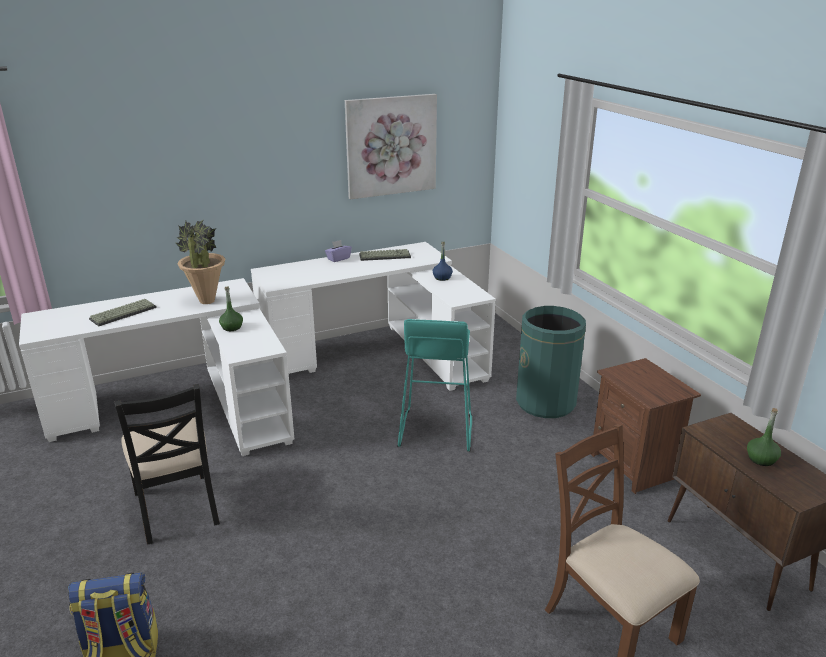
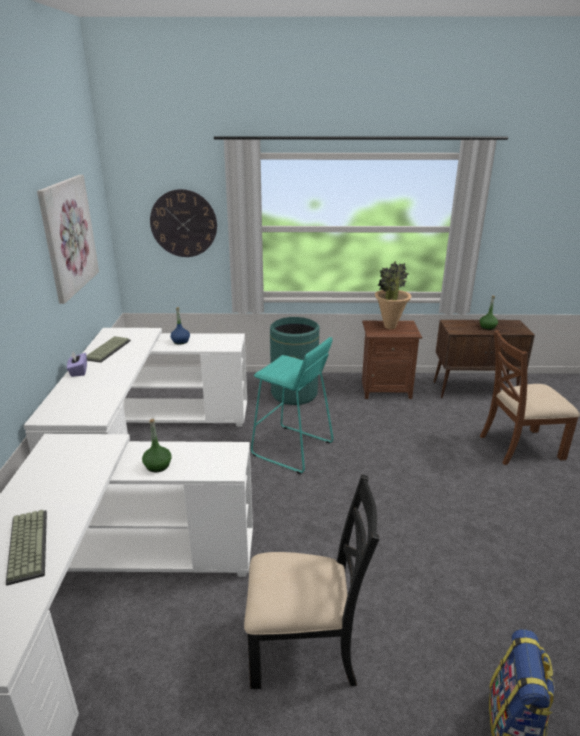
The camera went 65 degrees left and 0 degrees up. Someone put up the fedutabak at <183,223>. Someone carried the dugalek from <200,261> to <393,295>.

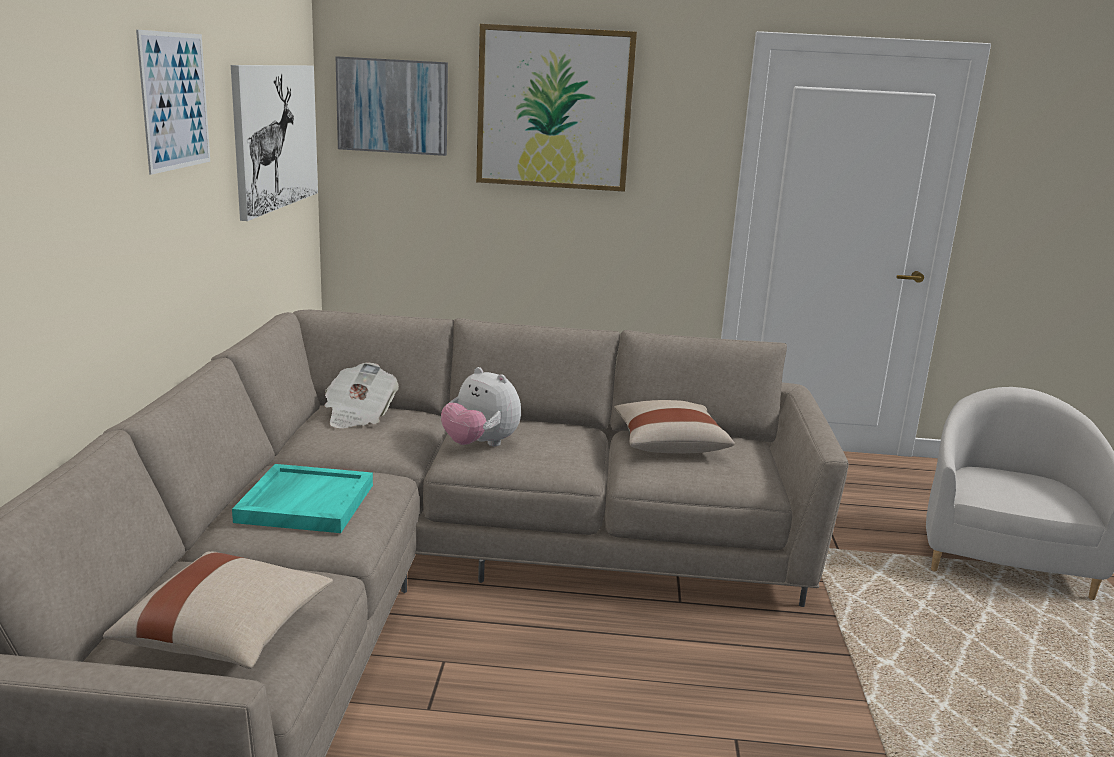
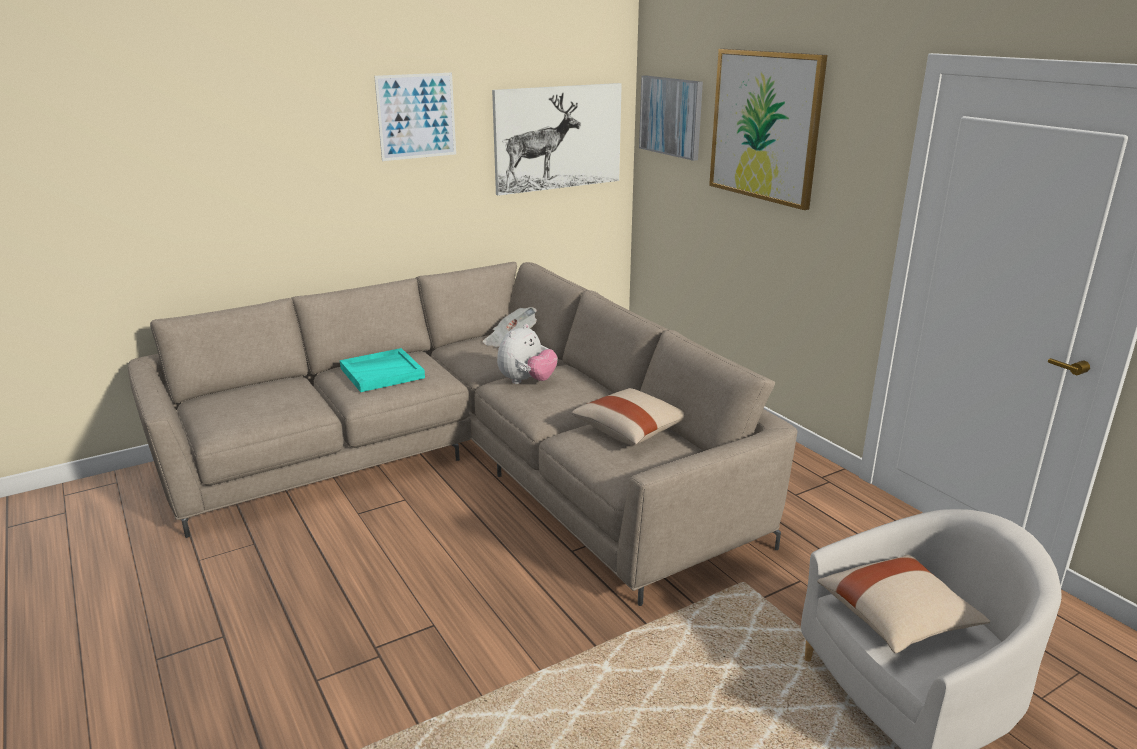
The camera went 55 degrees right and 5 degrees up. Someone carried the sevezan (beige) from <218,610> to <903,604>. Someone rotated the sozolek at <481,406> by 150 degrees counterclockwise.

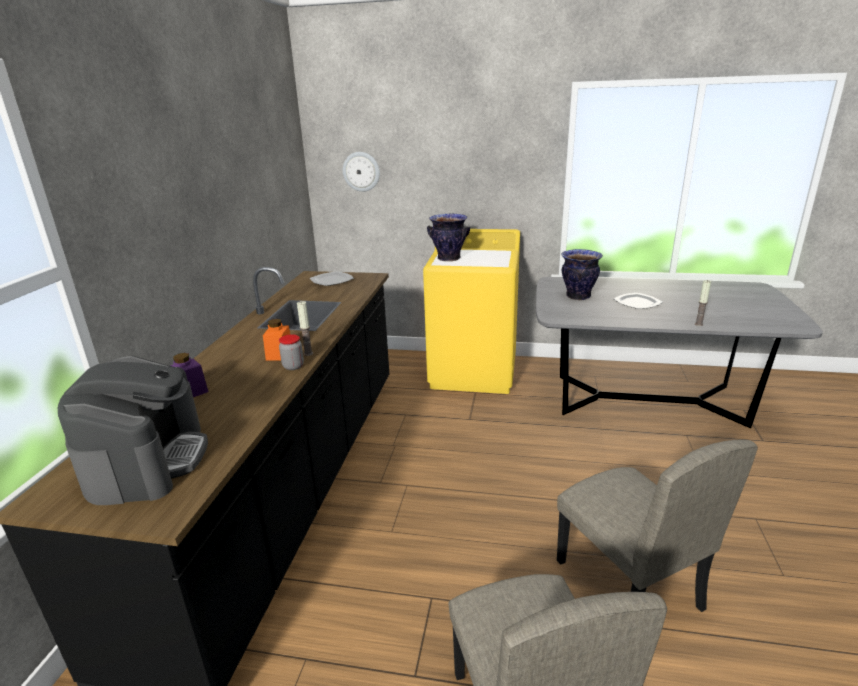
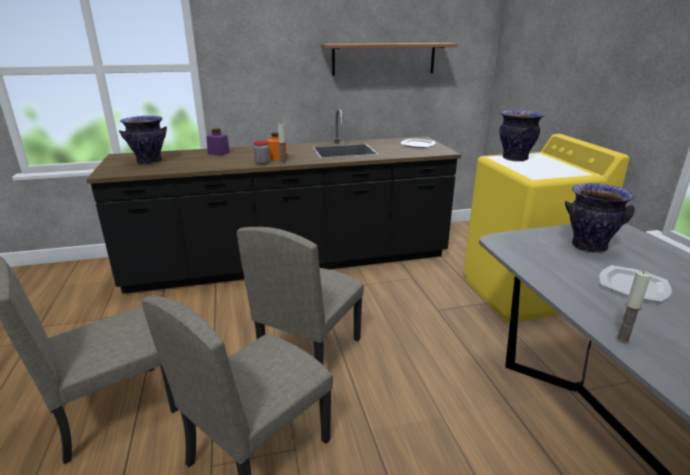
The camera went 65 degrees right and 0 degrees up. Someone took away the fedutabak at <361,172>. Someone put down the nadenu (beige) at <300,296>. Someone put up the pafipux at <389,59>. Someone swapped the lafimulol at <133,430> for the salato at <143,140>.

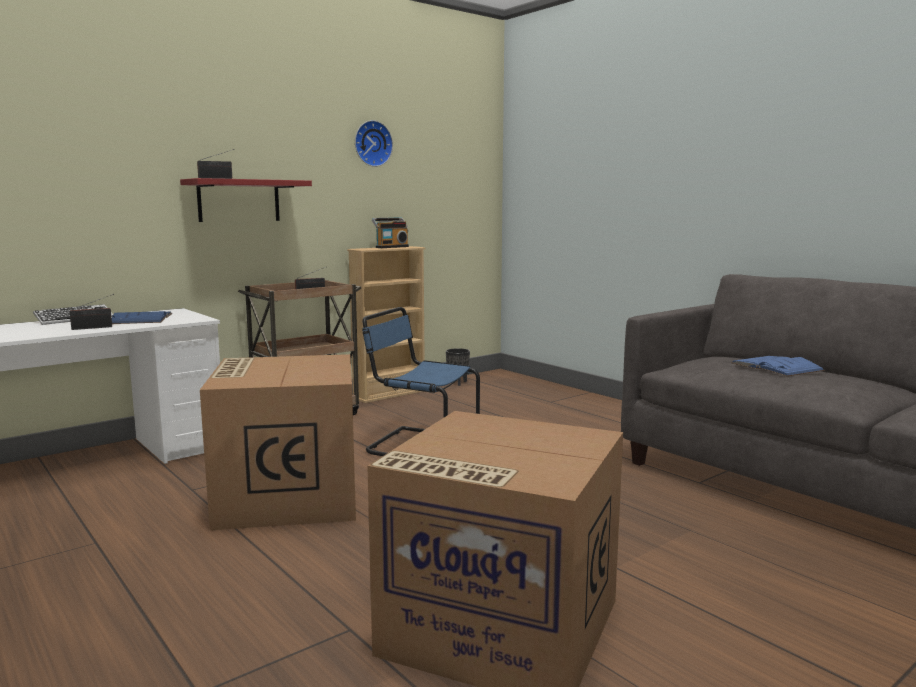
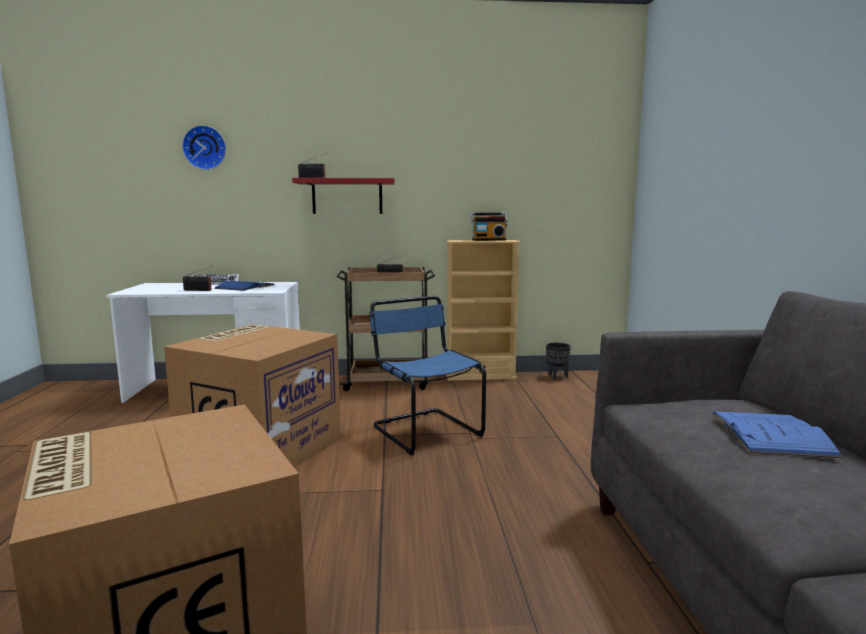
The camera went 35 degrees right and 0 degrees up. Someone carried the fedutabak from <374,143> to <204,147>.

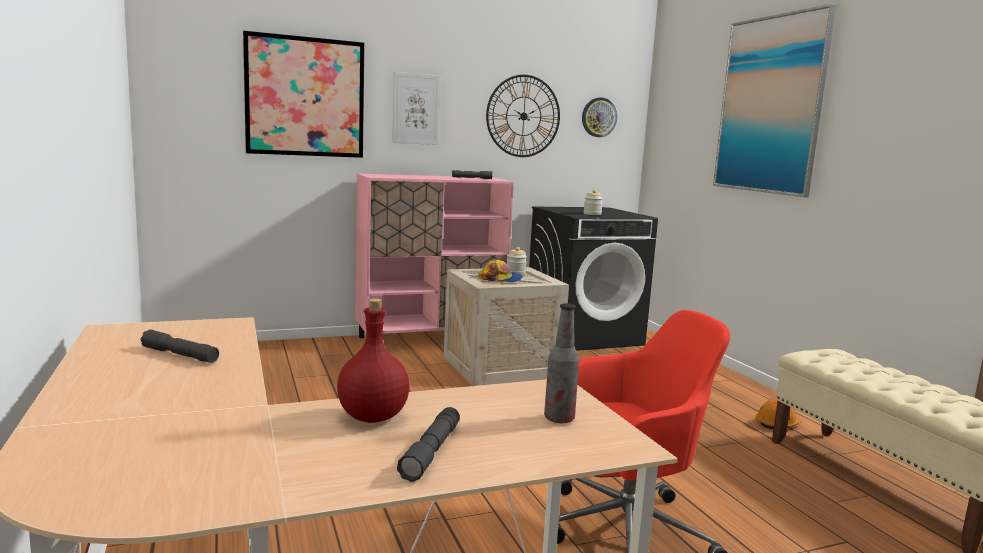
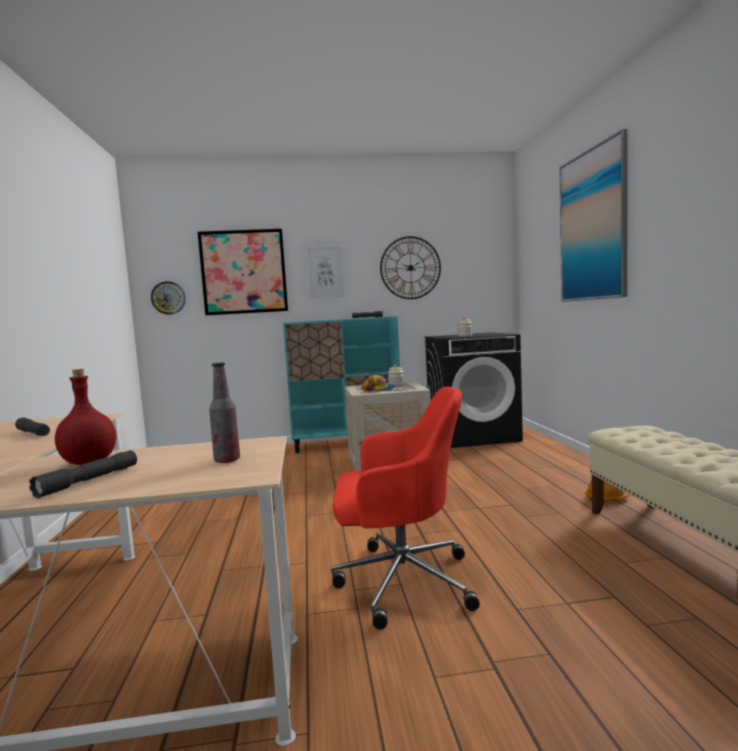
The camera went 15 degrees right and 5 degrees down. Someone carried the fedutabak from <599,117> to <168,298>. Someone repainted the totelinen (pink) at <434,256>, which became the totelinen (turquoise) at <341,384>.

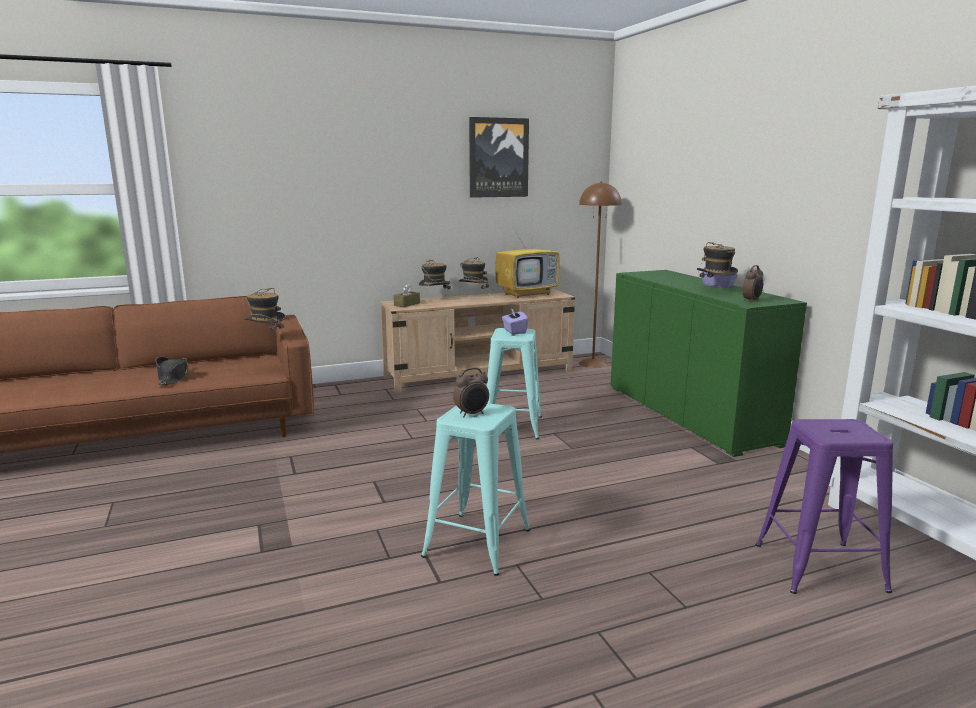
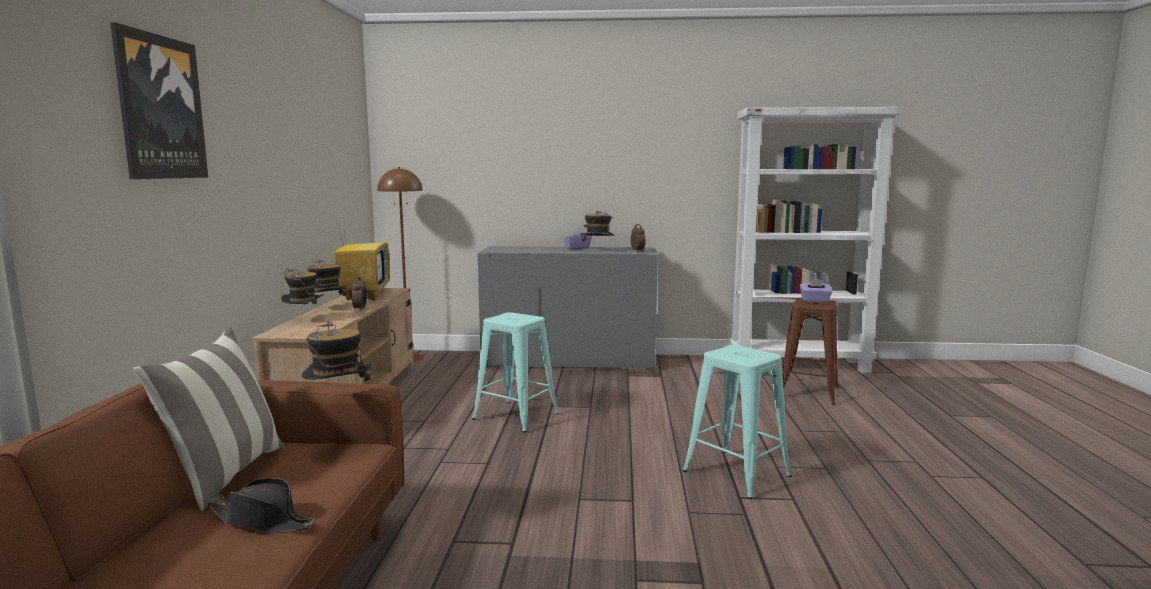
The camera went 65 degrees left and 5 degrees down. Someone took away the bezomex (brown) at <407,295>. Someone put down the sevezan at <208,419>. Someone carried the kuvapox from <471,392> to <359,294>. Someone carried the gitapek from <499,157> to <159,100>. Someone carried the bezomex (purple) from <515,321> to <816,291>. Someone repainted the totelinen (green) at <708,363>, which became the totelinen (grey) at <568,308>. Someone repainted the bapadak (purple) at <824,506>, which became the bapadak (brown) at <810,351>.

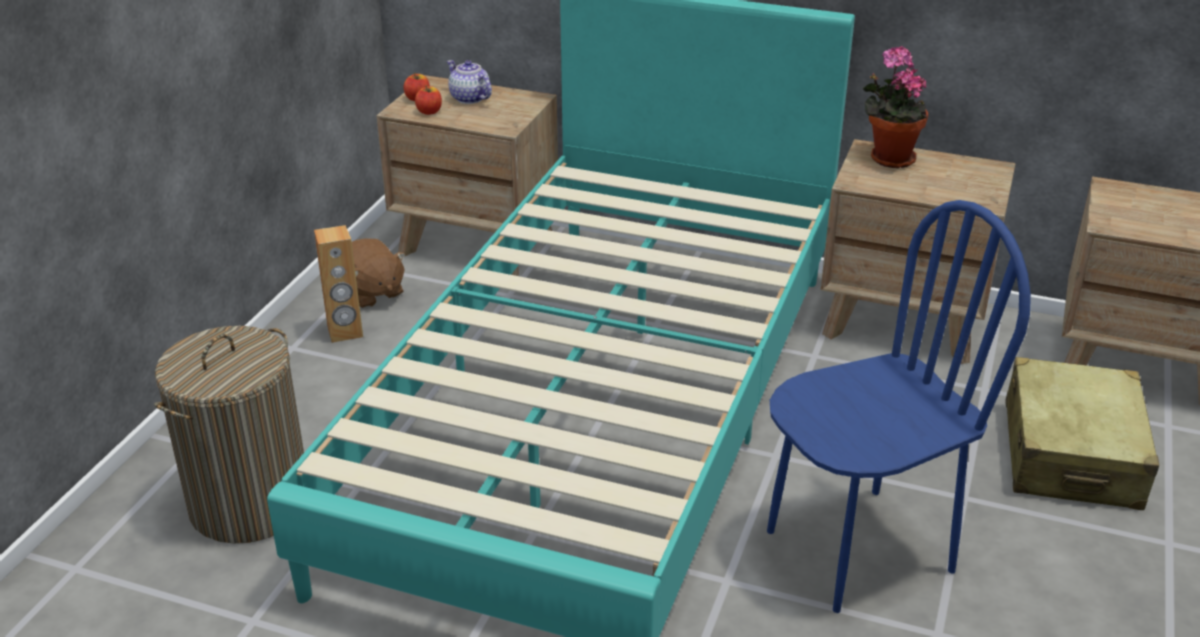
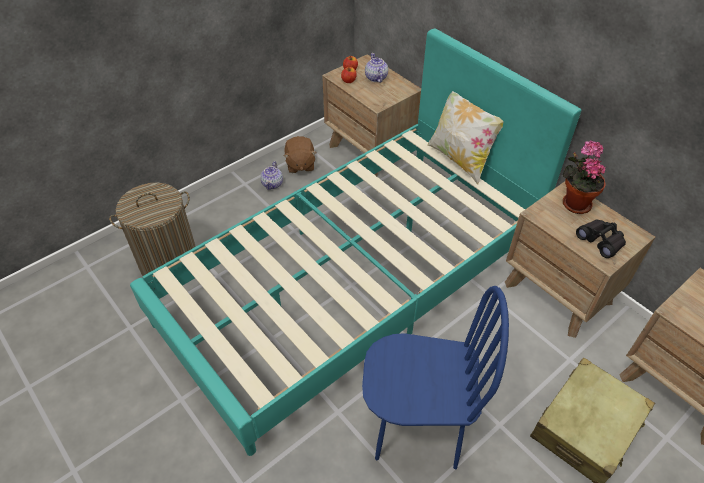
The camera went 30 degrees right and 15 degrees up. Someone put down the sevezan at <465,137>. Someone put down the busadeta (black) at <601,238>. Someone swapped the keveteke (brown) at <338,284> for the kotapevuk at <271,175>.

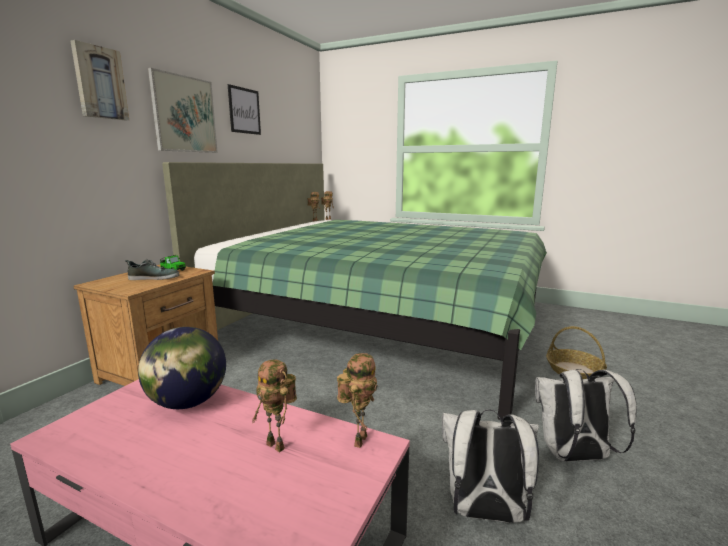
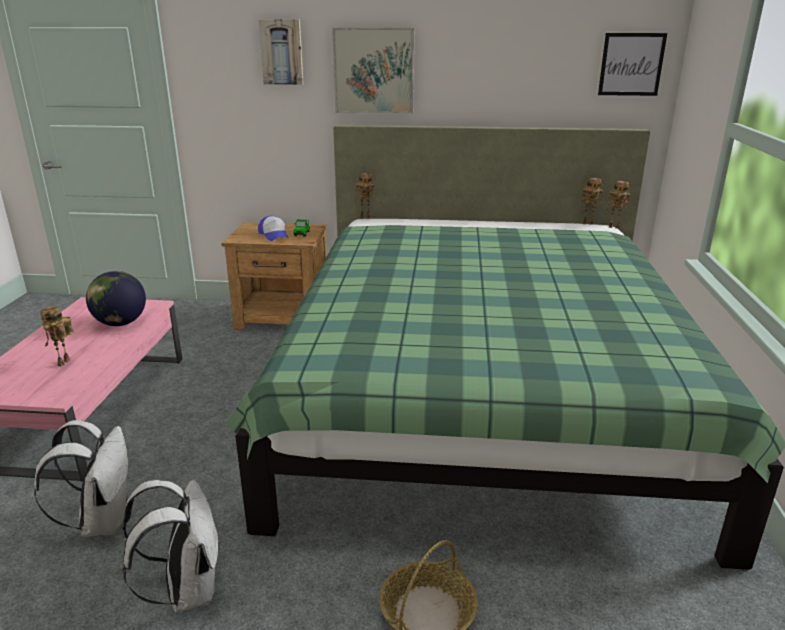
The camera went 70 degrees right and 10 degrees up. Someone carried the gitapek from <244,109> to <632,64>. Someone carried the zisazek from <357,400> to <365,195>. Someone swapped the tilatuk at <152,269> for the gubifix at <273,228>.

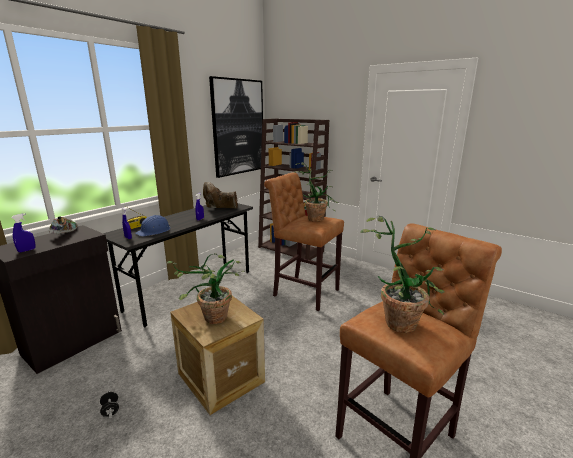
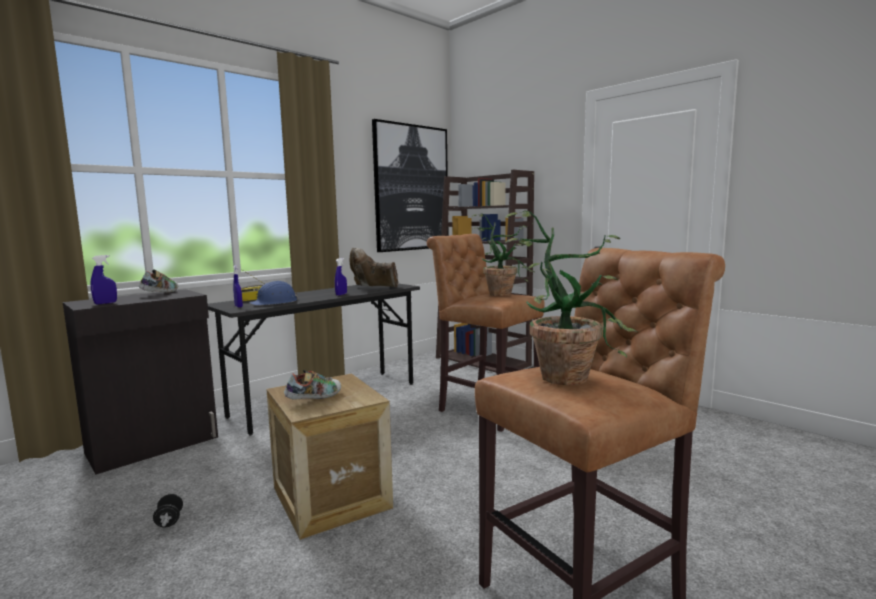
The camera went 10 degrees right and 10 degrees down. Someone swapped the dugalek at <206,288> for the tilatuk at <312,384>.

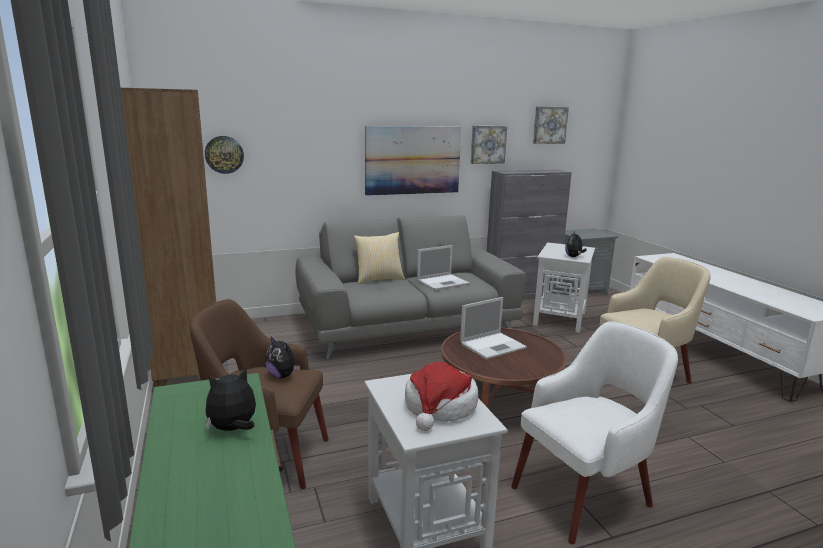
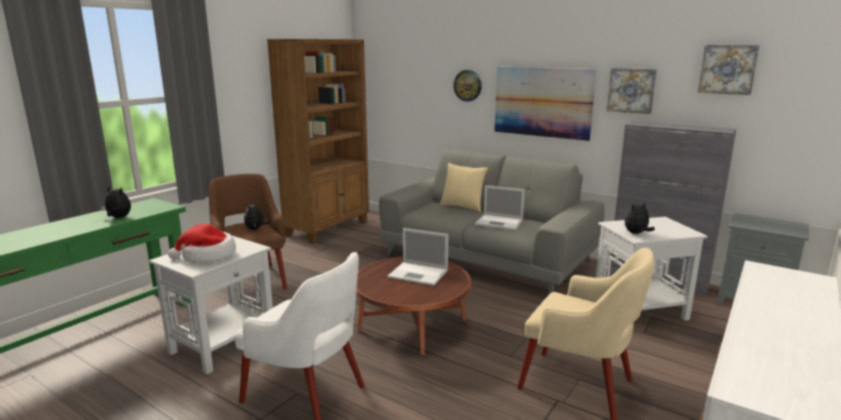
The camera went 55 degrees right and 0 degrees up. Someone carried the fedutabak from <224,155> to <467,86>.

